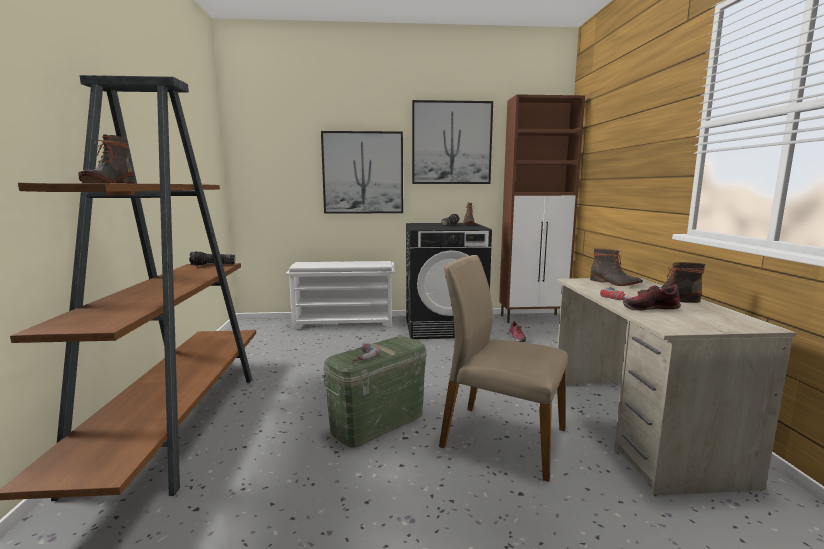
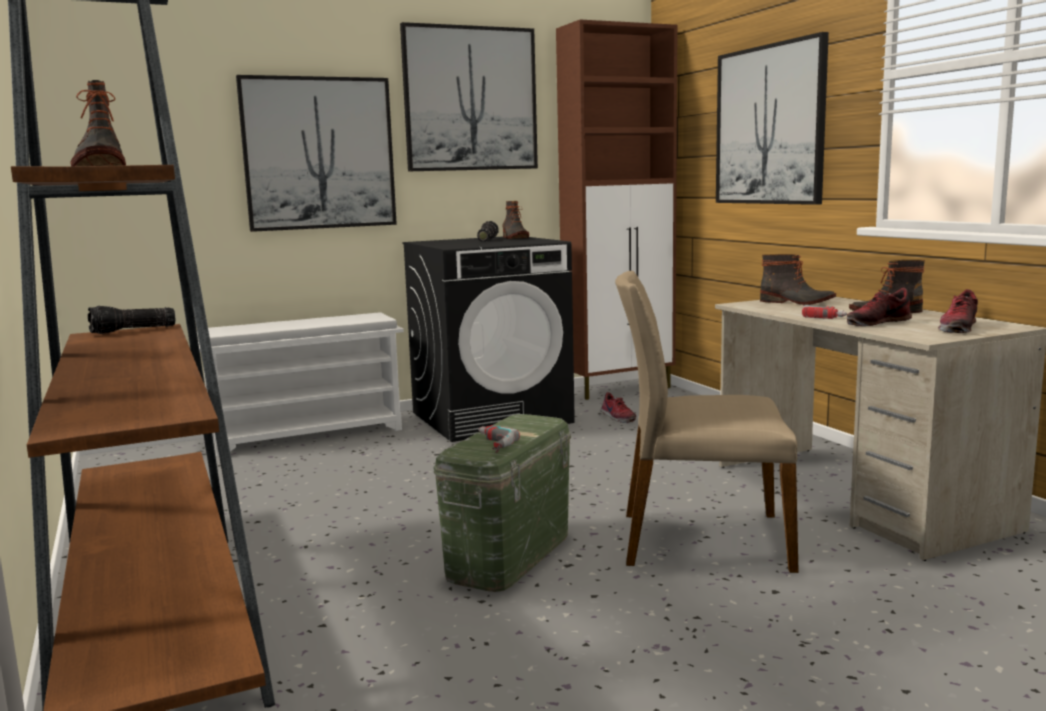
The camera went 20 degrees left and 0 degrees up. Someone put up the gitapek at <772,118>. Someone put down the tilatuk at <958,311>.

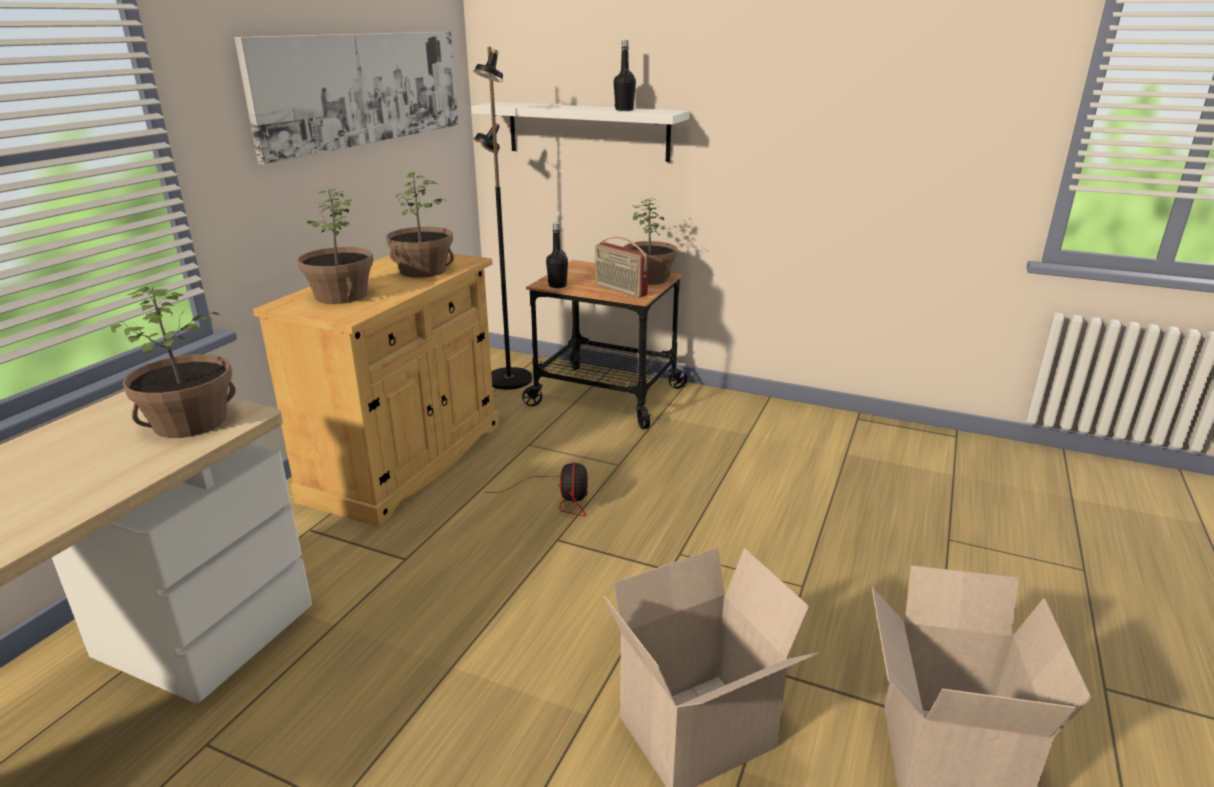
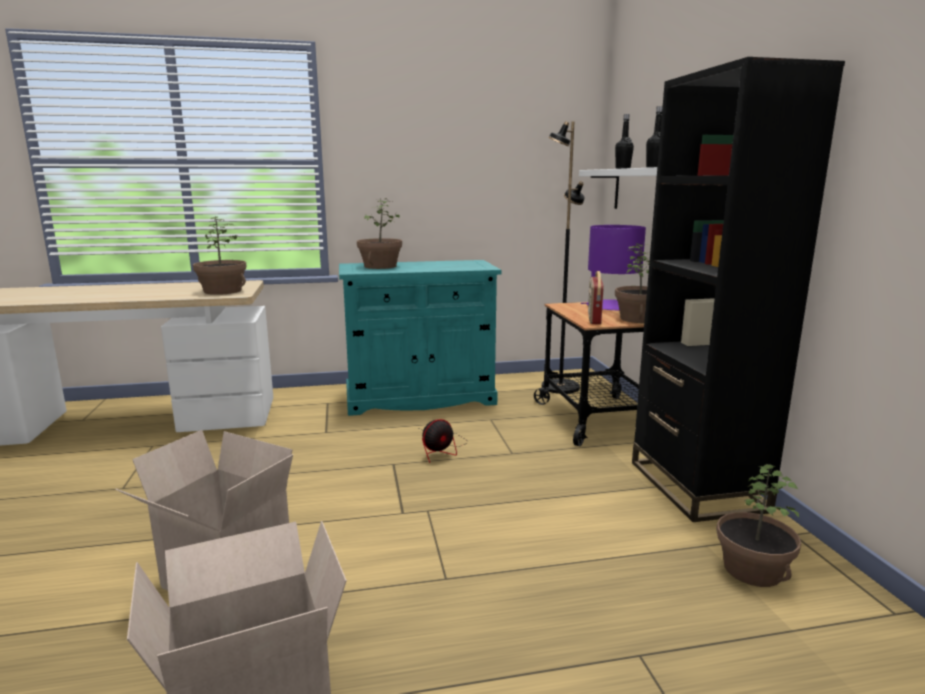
The camera went 55 degrees right and 10 degrees down. Someone took away the gitapek at <346,98>. Someone put down the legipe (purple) at <613,267>. Someone put down the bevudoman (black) at <738,289>. Someone carried the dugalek from <420,225> to <758,525>. Someone carried the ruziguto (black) from <557,255> to <624,141>. Someone repainted the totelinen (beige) at <376,390>, which became the totelinen (turquoise) at <420,338>.

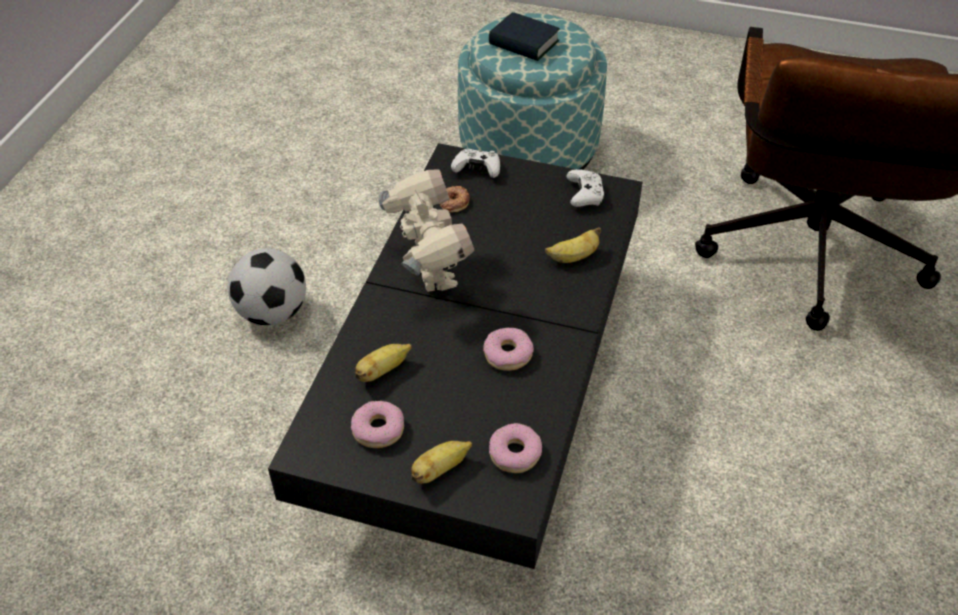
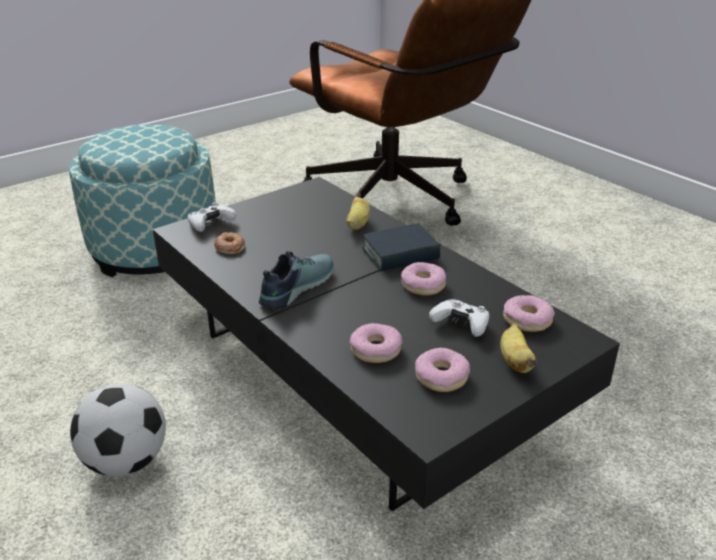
The camera went 55 degrees left and 15 degrees down. Someone carried the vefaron from <524,36> to <401,247>. Someone carried the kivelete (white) from <585,188> to <459,318>. Someone swapped the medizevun at <383,363> for the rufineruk at <376,343>. Someone swapped the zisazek at <426,230> for the tilatuk at <296,280>.

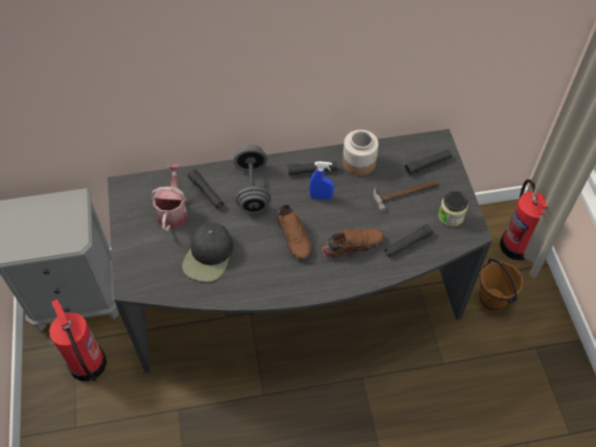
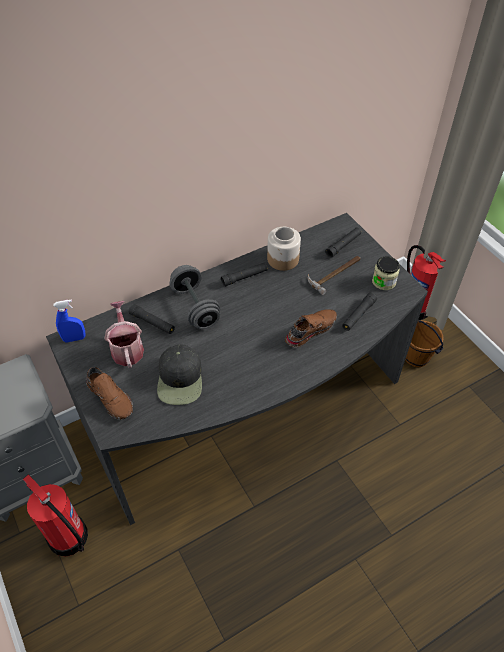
The camera went 20 degrees left and 5 degrees down. Someone carried the tilatuk (brown) from <294,232> to <109,393>. Someone carried the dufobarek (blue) from <321,180> to <69,321>.

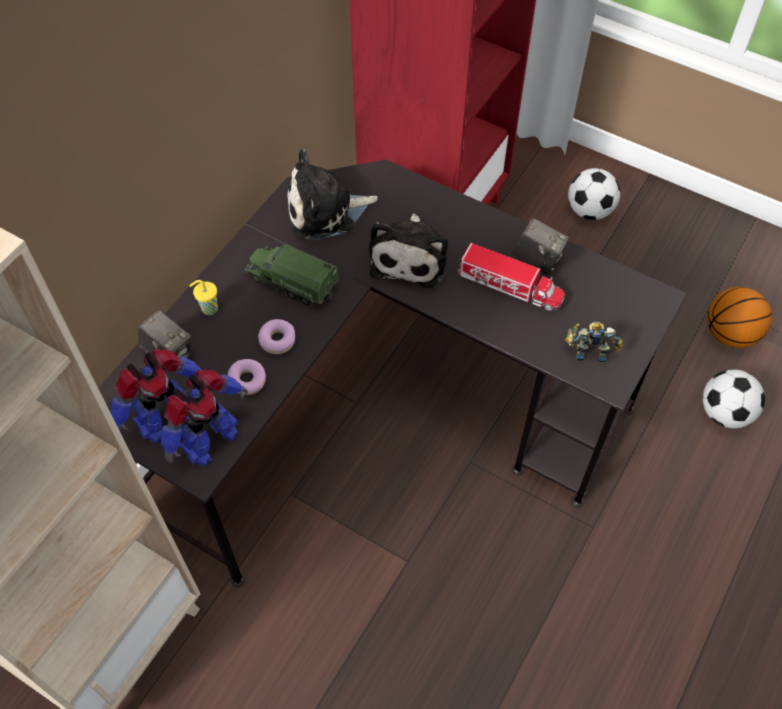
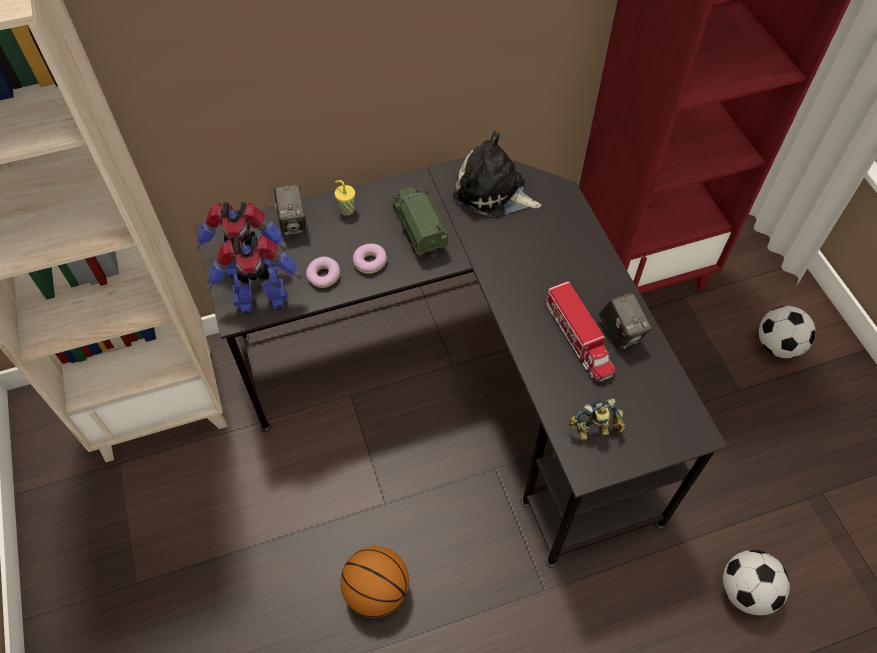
The camera went 40 degrees right and 0 degrees up. Someone took away the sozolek at <408,251>. Someone carried the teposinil from <739,317> to <374,582>. Someone rotated the zisazek at <594,342> by 120 degrees clockwise.

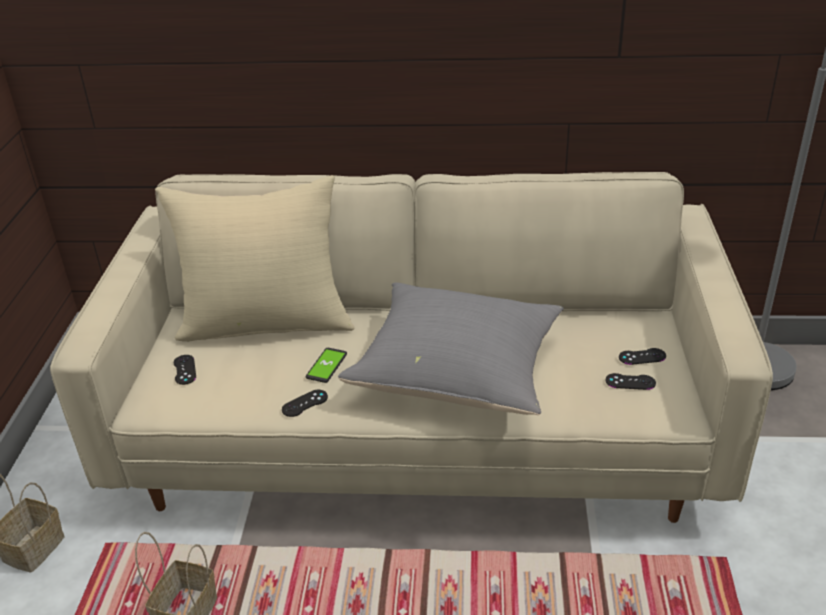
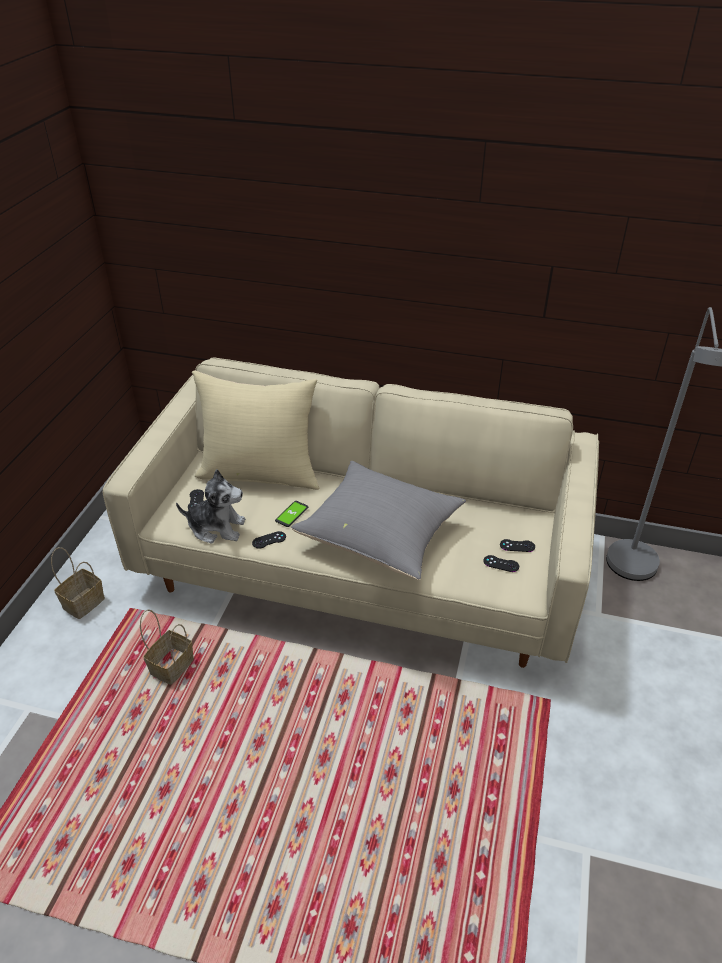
The camera went 10 degrees right and 5 degrees up. Someone put down the sozolek at <211,506>.

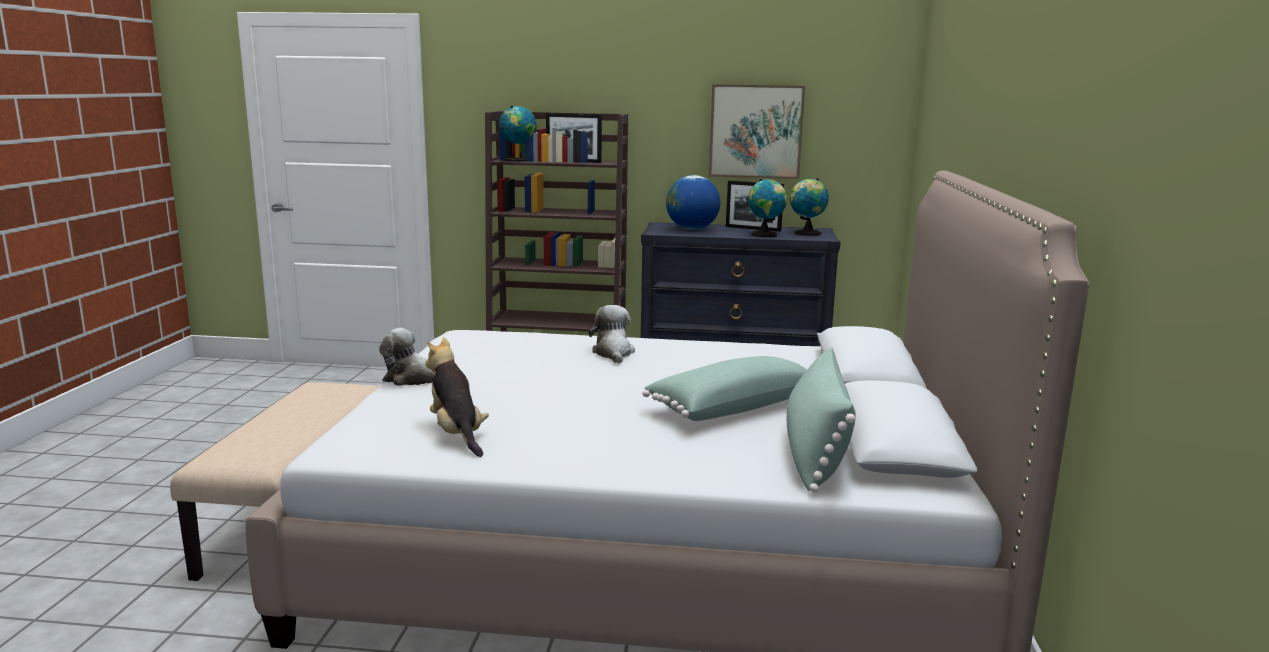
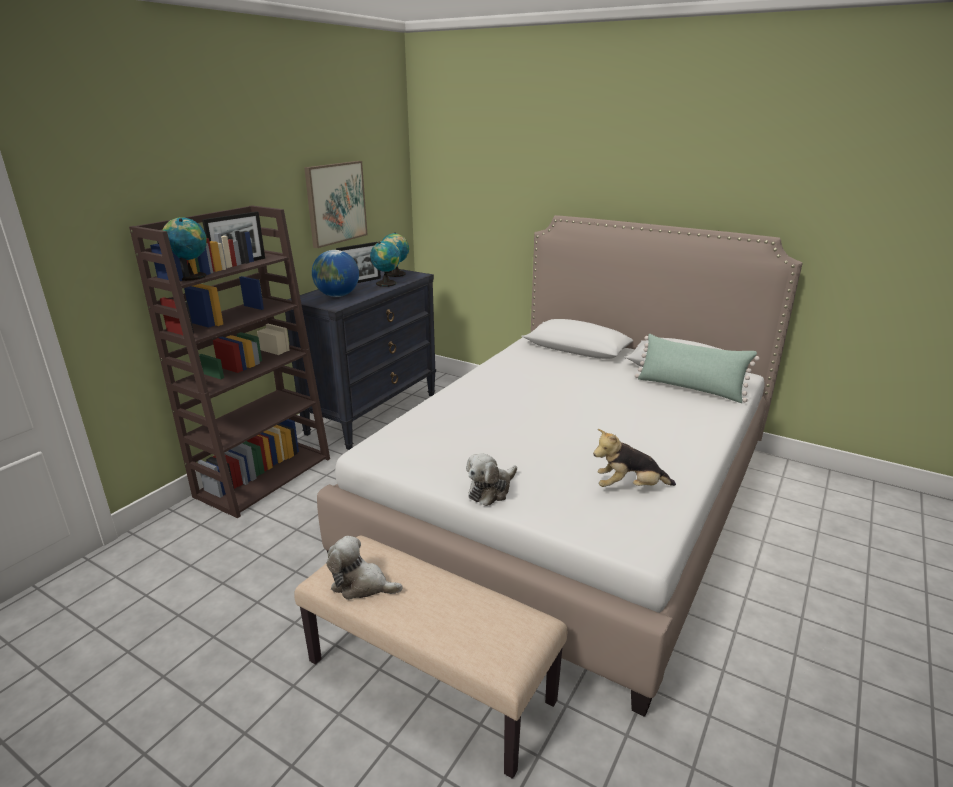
The camera went 65 degrees left and 10 degrees up. Someone took away the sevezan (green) at <725,388>. Someone carried the sozolek from <612,334> to <365,568>.

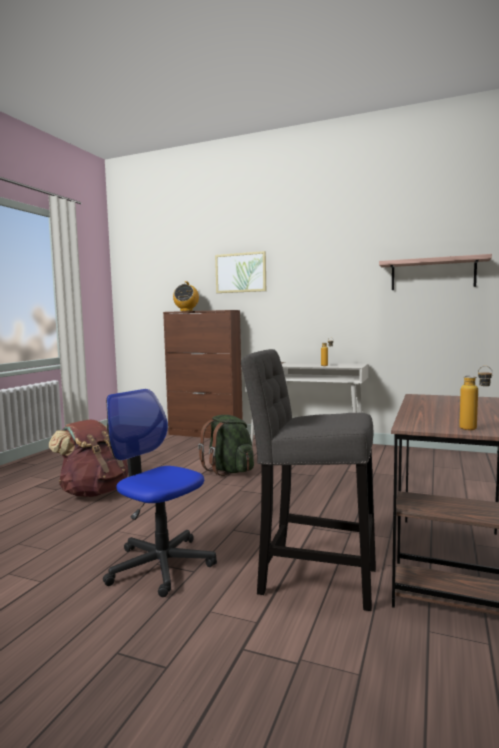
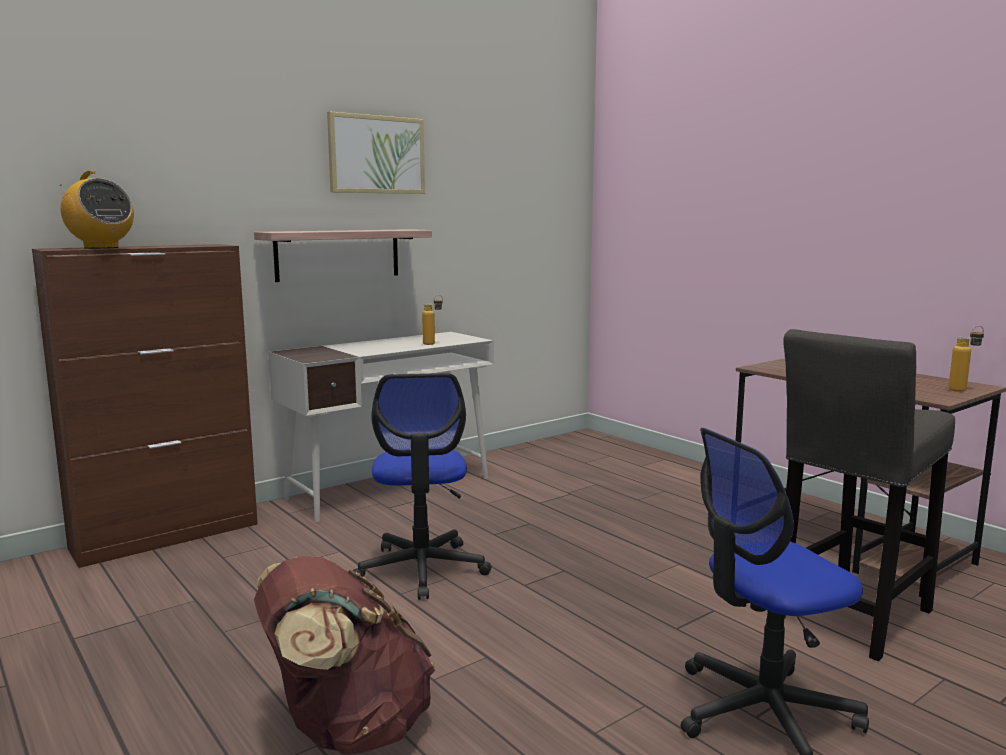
The camera went 60 degrees left and 5 degrees up. Someone carried the gitapek from <240,272> to <376,152>. Someone carried the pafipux from <435,272> to <343,255>. Someone swapped the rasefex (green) at <226,445> for the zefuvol at <422,486>.

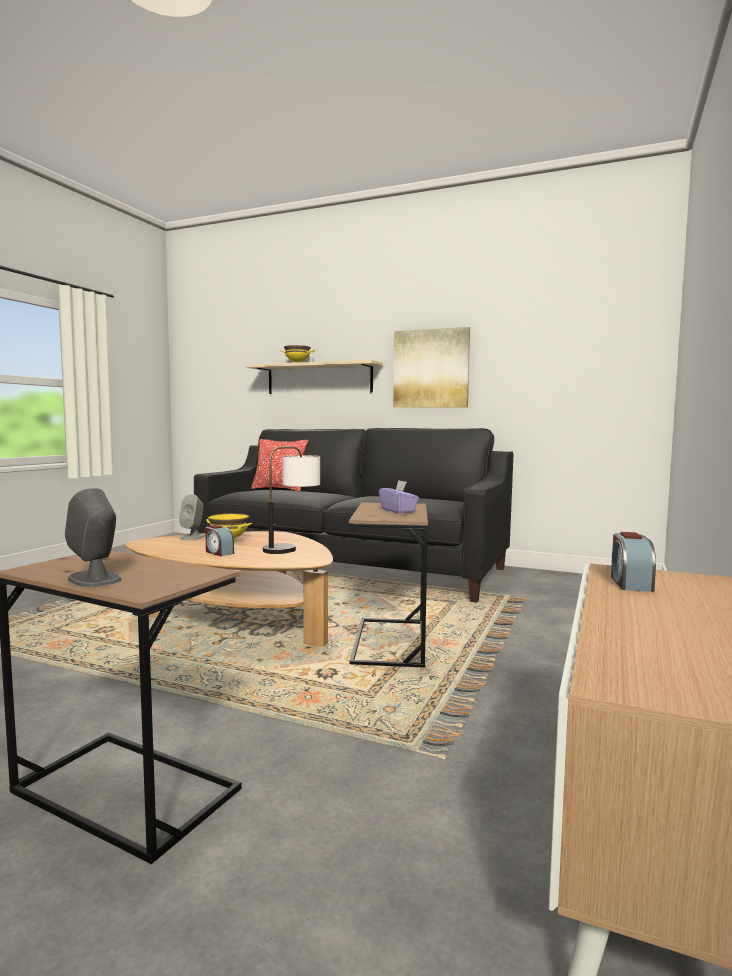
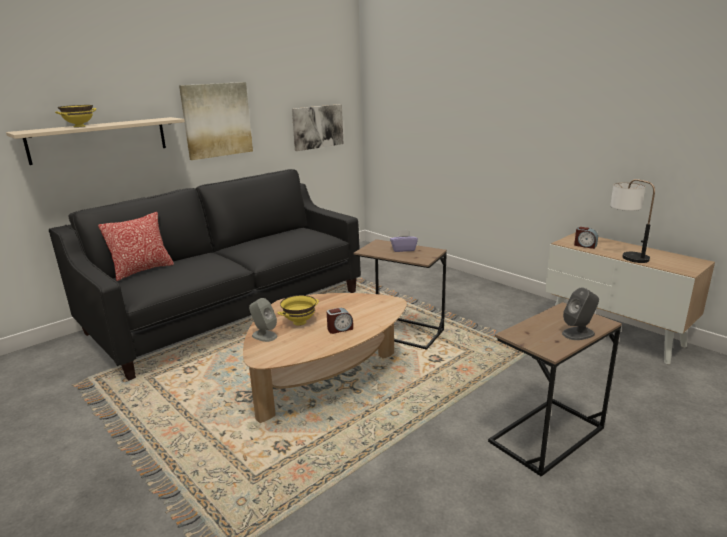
The camera went 65 degrees left and 15 degrees up. Someone put up the gitapek at <317,127>. Someone carried the legipe from <291,500> to <632,221>.

